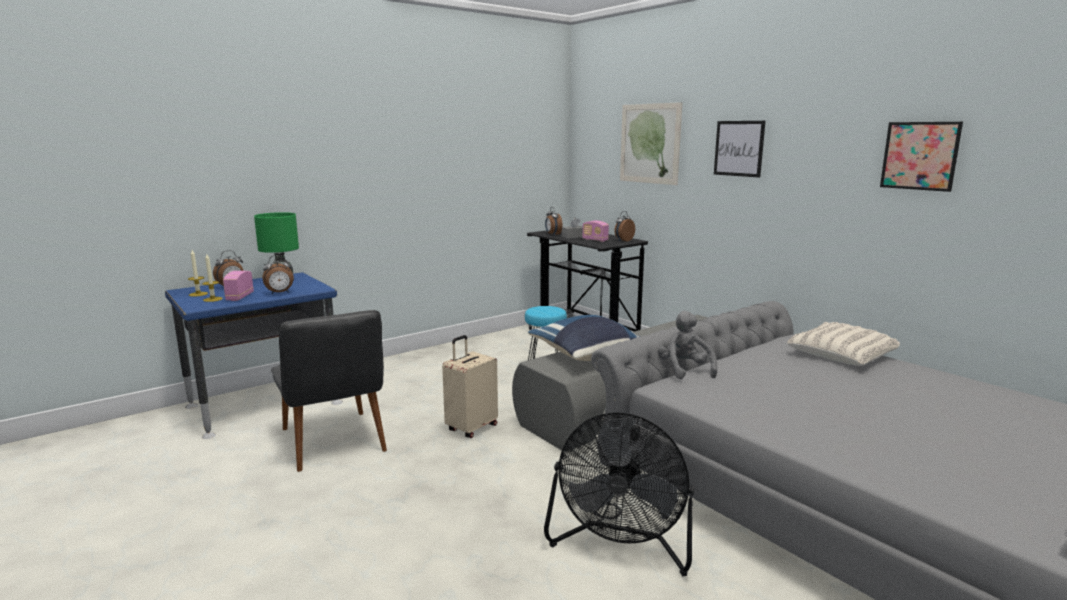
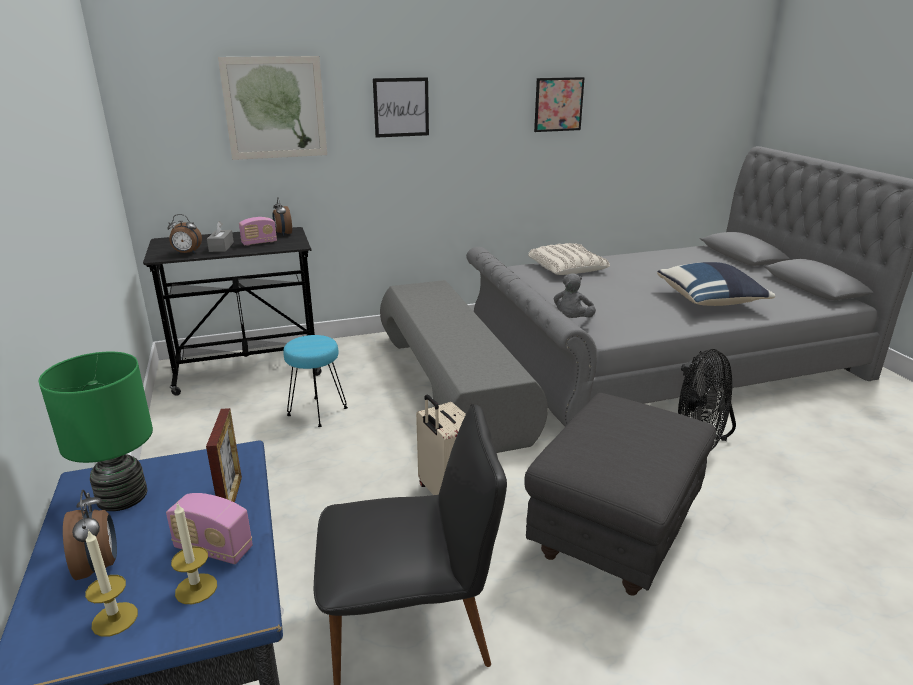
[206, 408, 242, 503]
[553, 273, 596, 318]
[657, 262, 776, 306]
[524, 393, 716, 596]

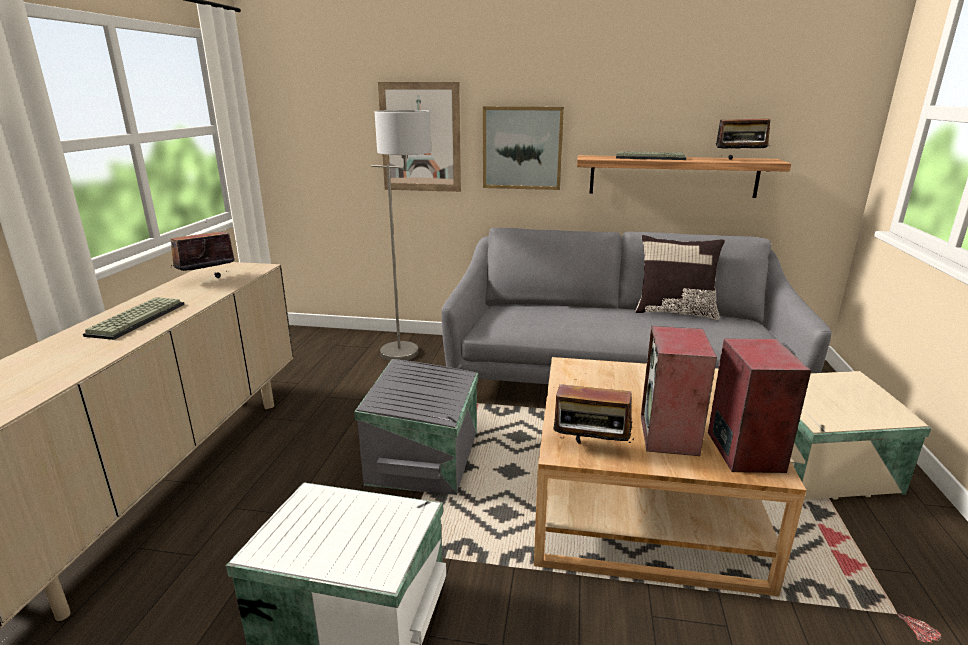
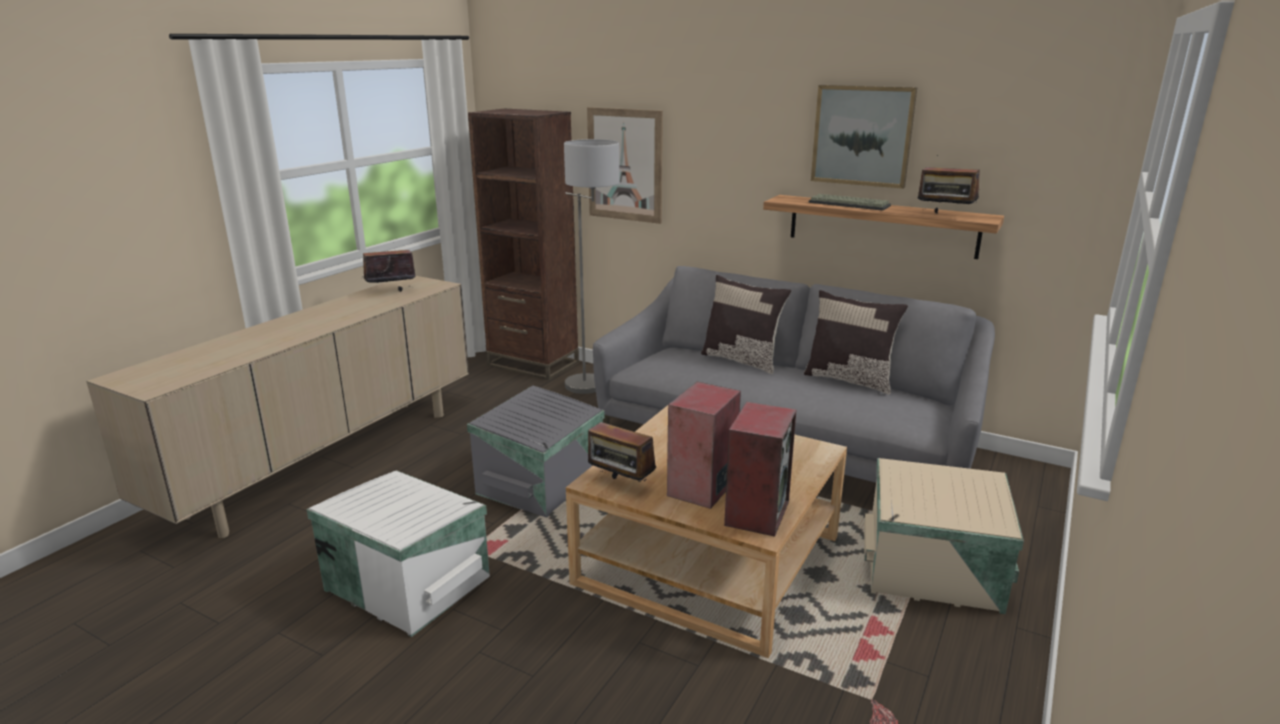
[811, 85, 917, 189]
[83, 297, 185, 340] (first image)
[468, 109, 579, 380]
[701, 275, 791, 374]

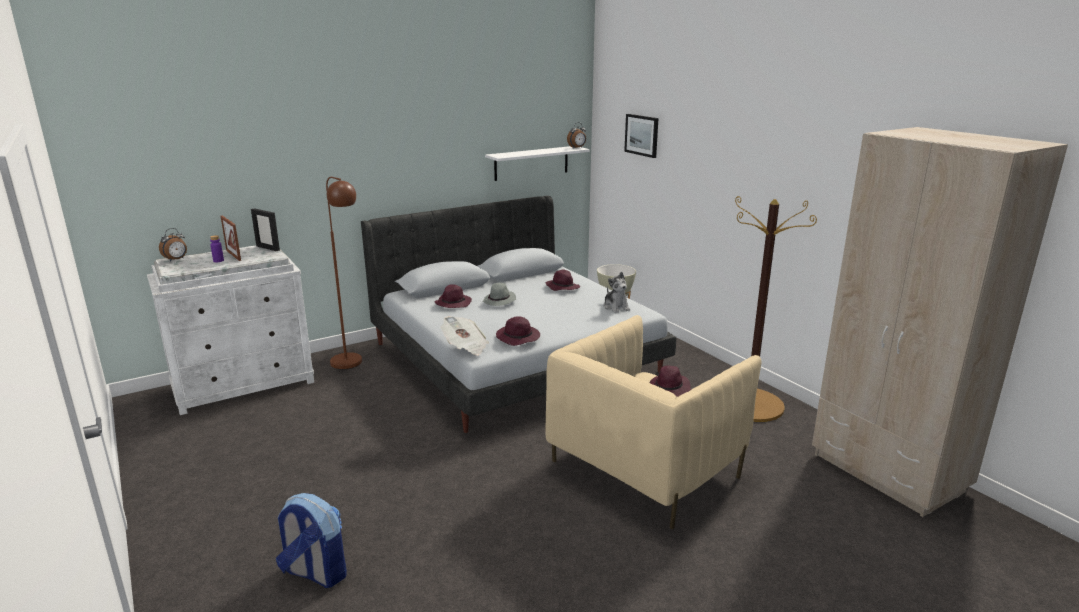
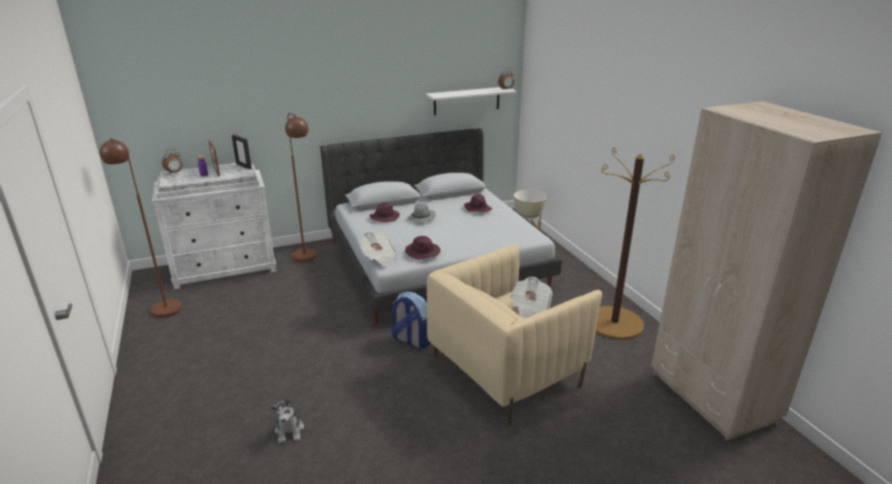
[624, 114, 659, 158] (first image)
[269, 398, 304, 443]
[511, 277, 553, 319]
[391, 292, 431, 350]
[99, 138, 182, 318]

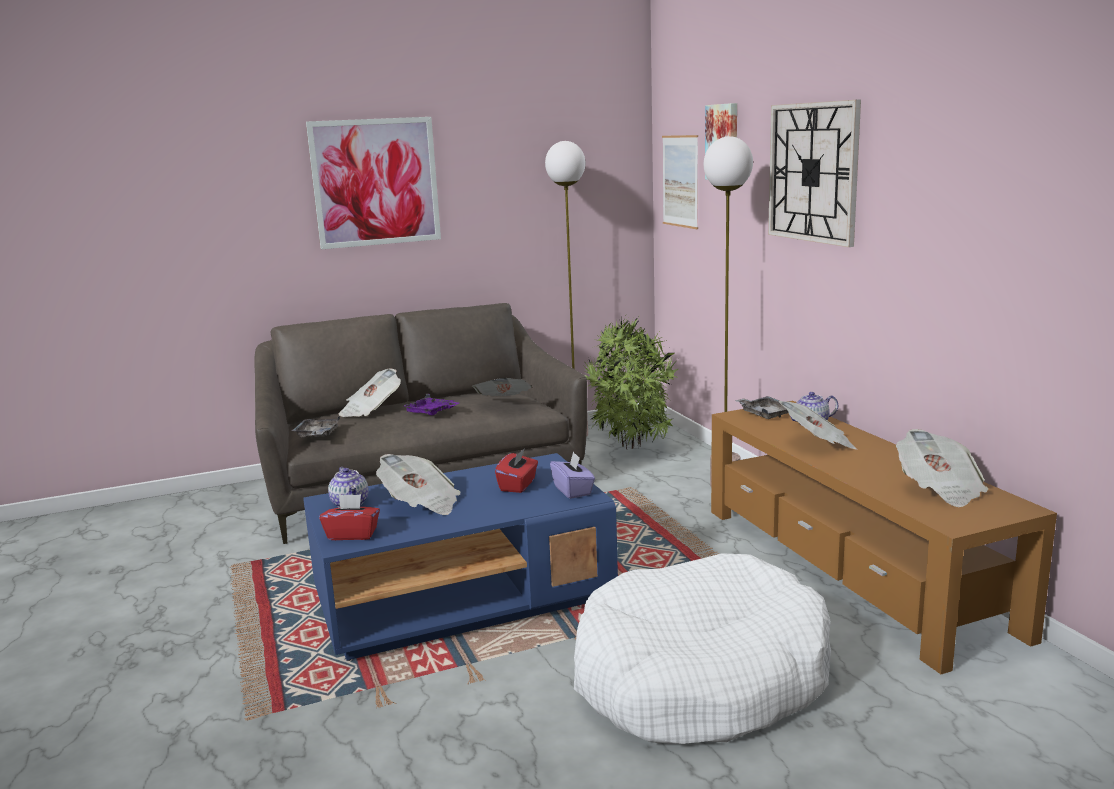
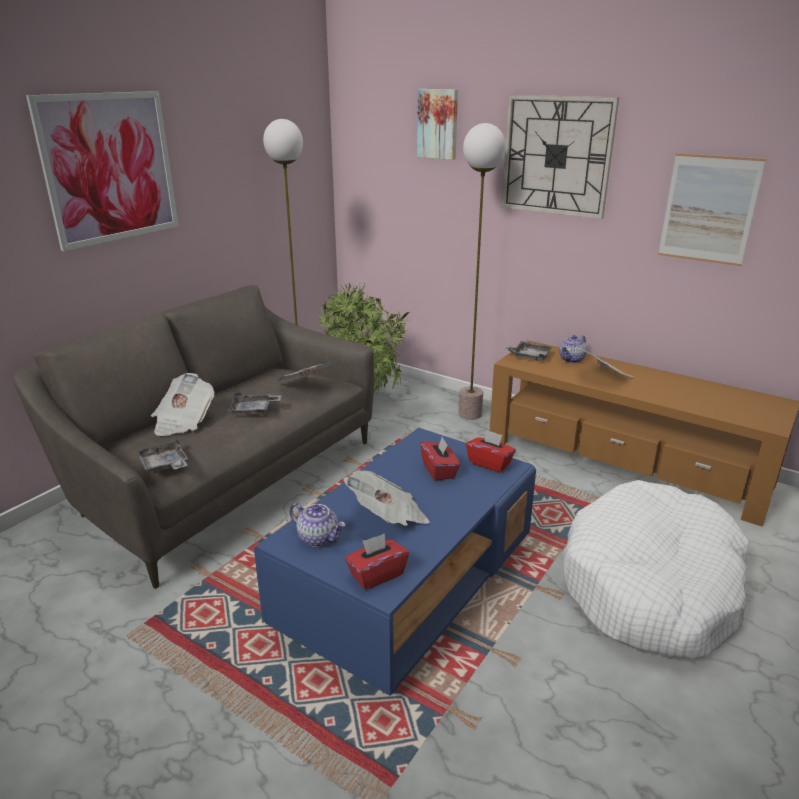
[658, 153, 766, 266]
[228, 392, 282, 415]
[896, 429, 989, 507] (first image)
[466, 430, 516, 473]

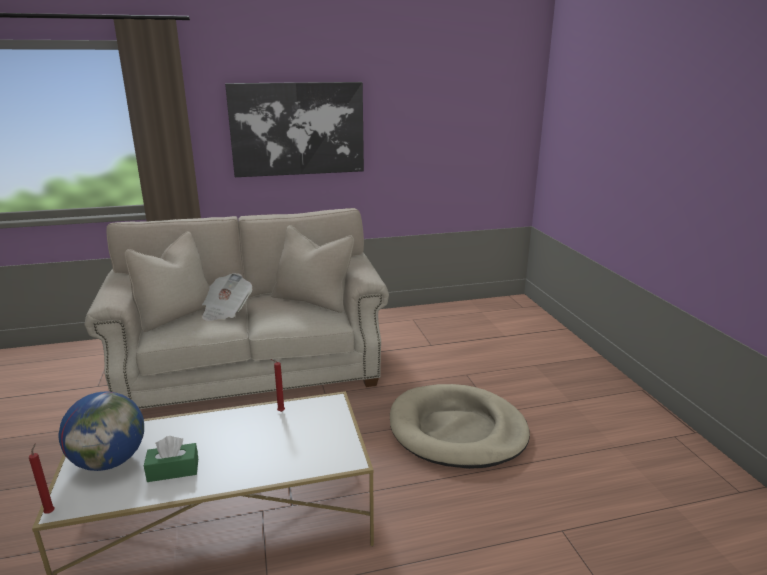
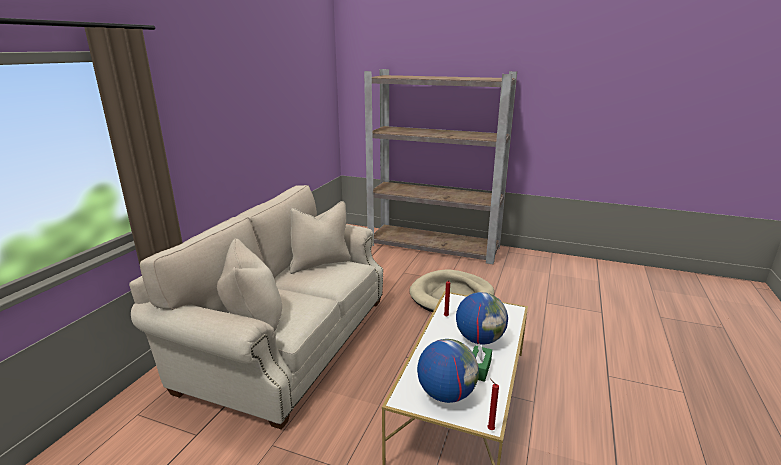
[225, 82, 364, 177] (first image)
[202, 273, 252, 321] (first image)
[364, 69, 517, 264]
[456, 292, 508, 344]

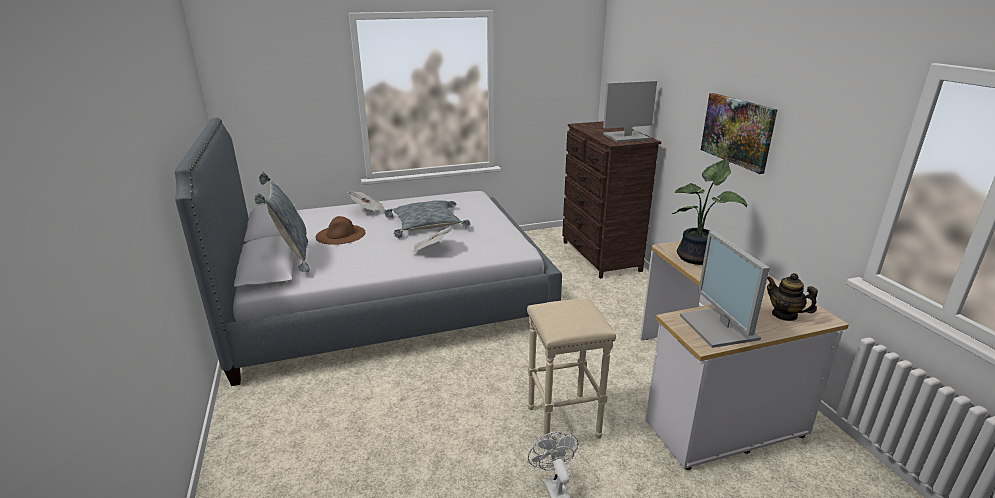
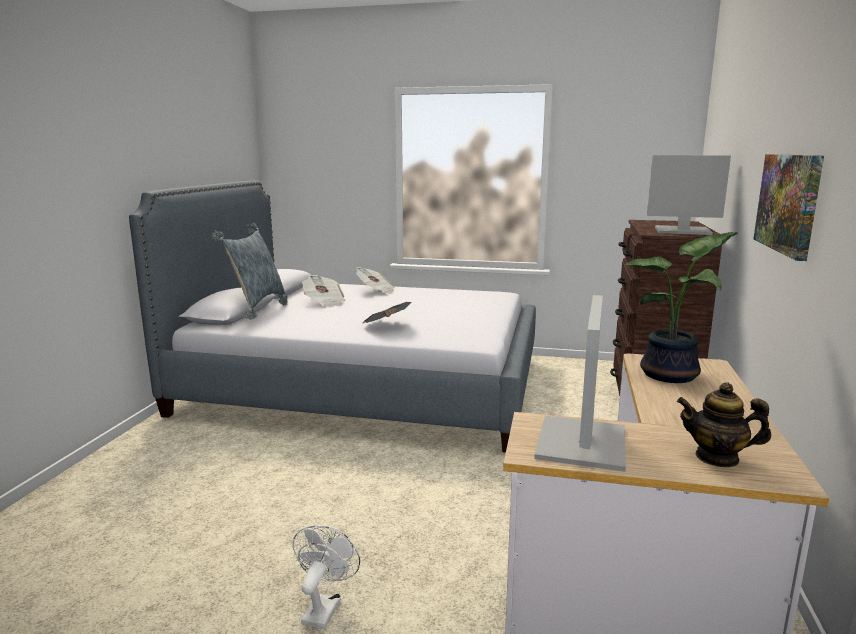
[384, 201, 470, 238] (first image)
[302, 275, 345, 308]
[677, 382, 771, 467]
[527, 298, 616, 439] (first image)

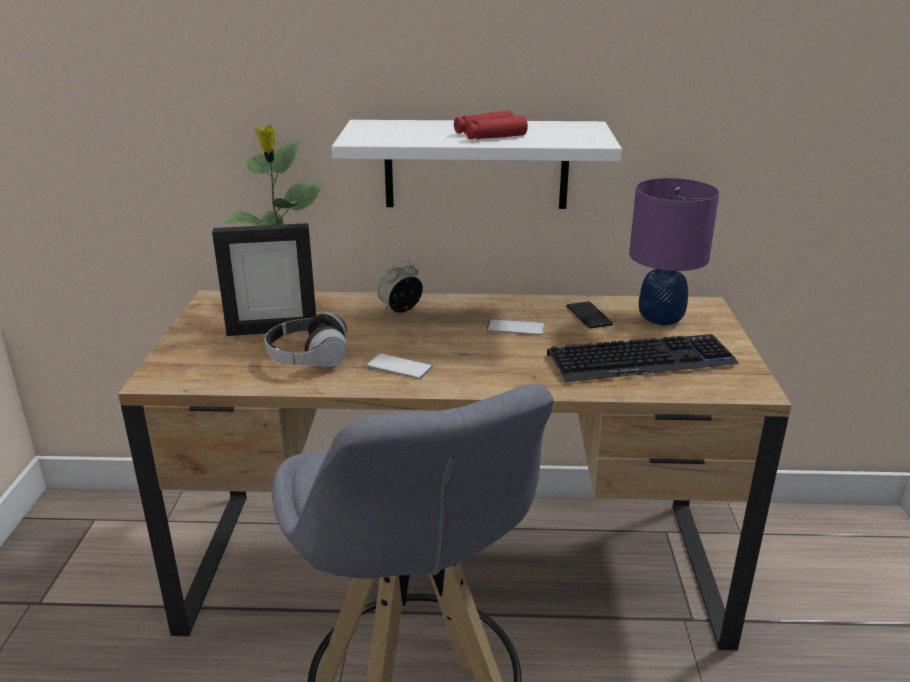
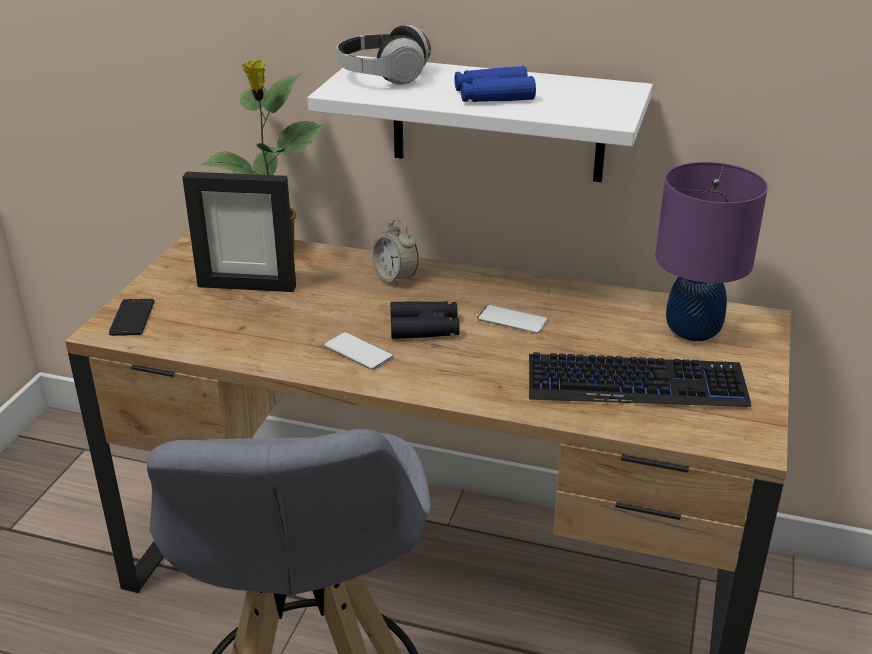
[455, 66, 536, 102]
[372, 219, 419, 286]
[109, 299, 155, 336]
[337, 25, 431, 85]
[390, 301, 460, 339]

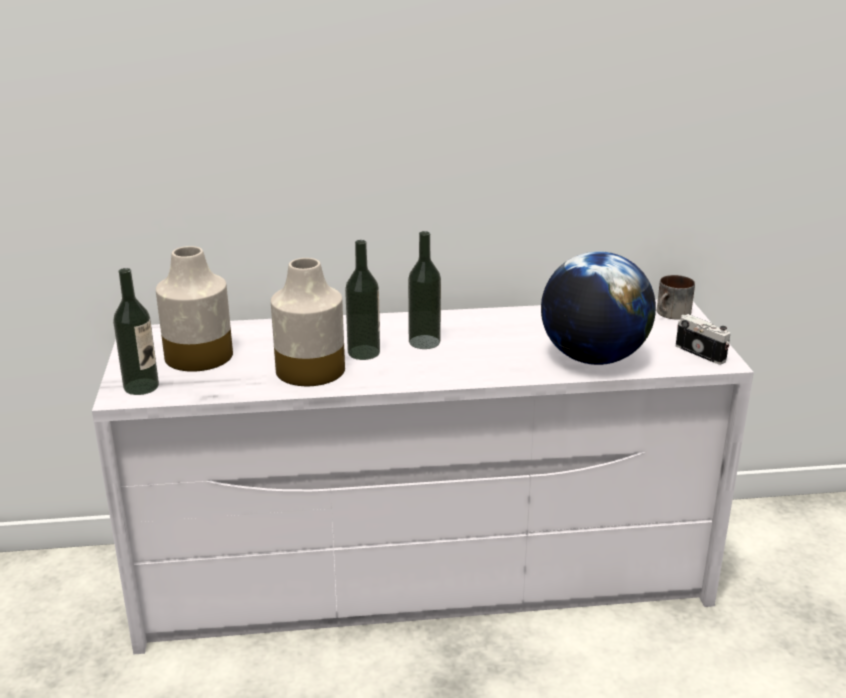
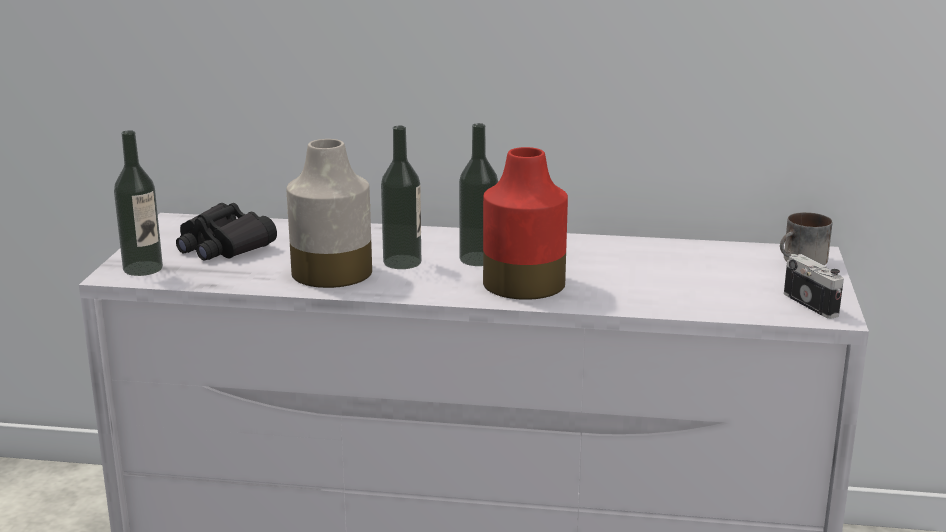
[176, 203, 277, 261]
[541, 251, 656, 365] (first image)
[483, 147, 568, 300]

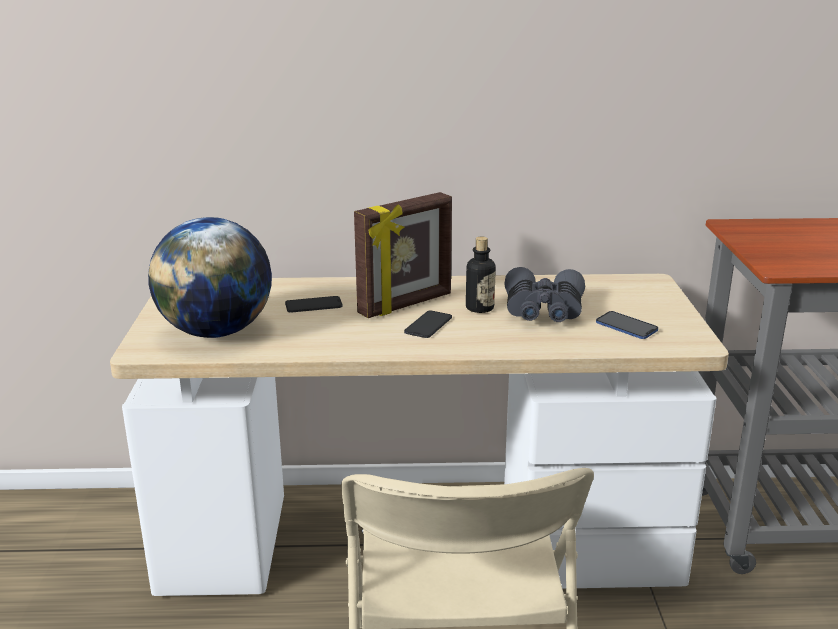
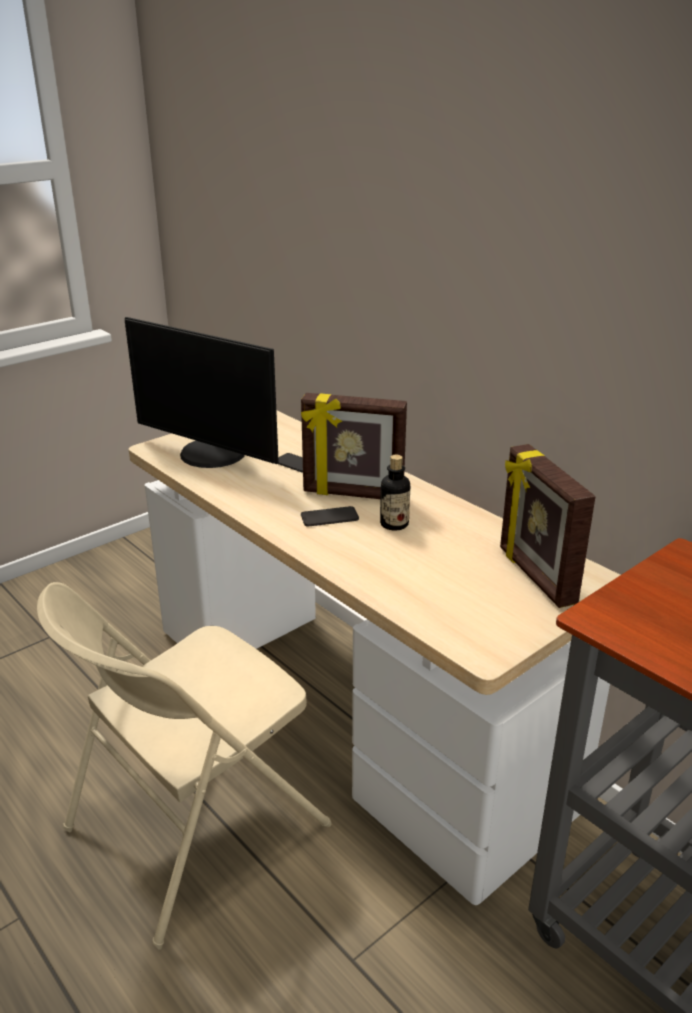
[125, 317, 279, 468]
[504, 267, 585, 322] (first image)
[596, 311, 658, 339] (first image)
[500, 444, 595, 608]

